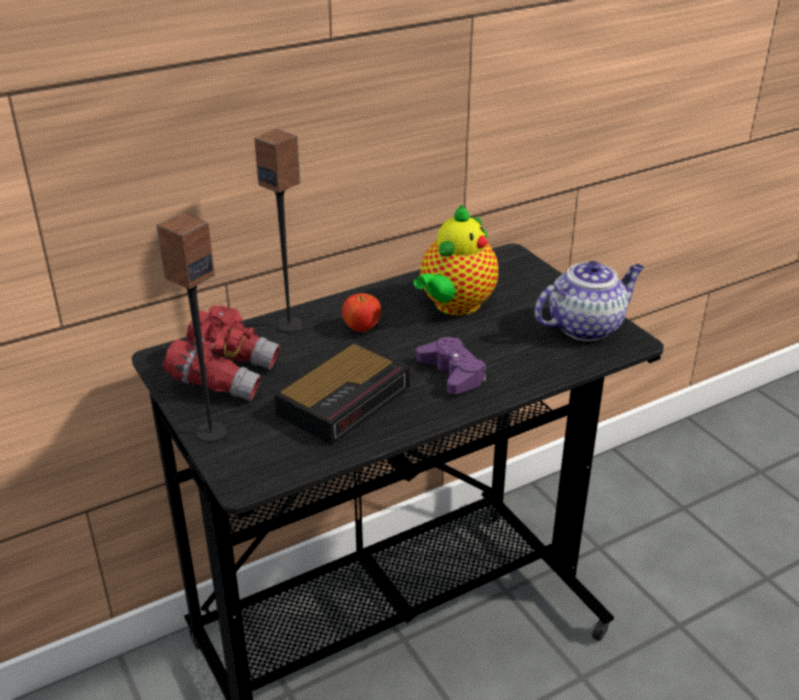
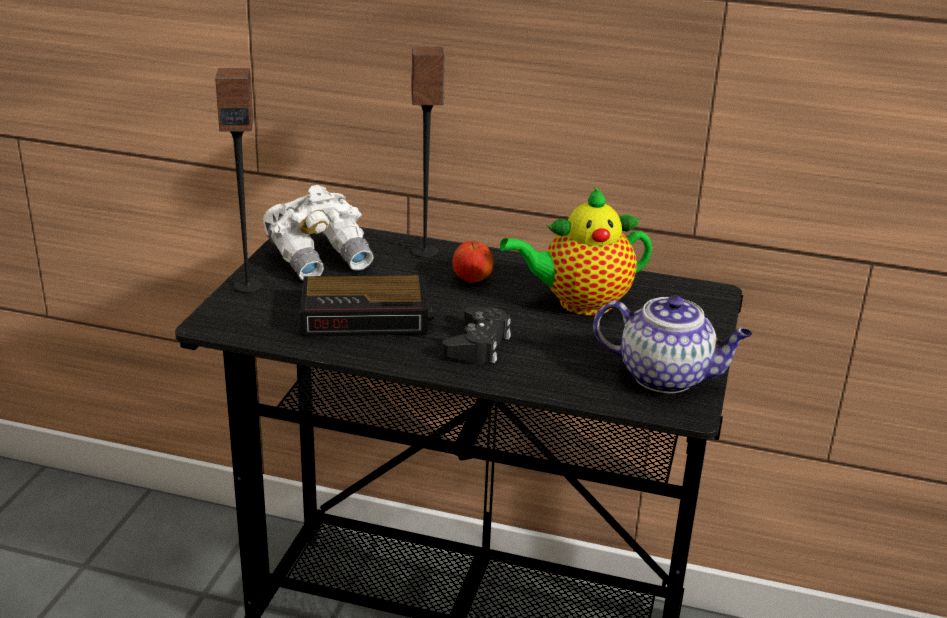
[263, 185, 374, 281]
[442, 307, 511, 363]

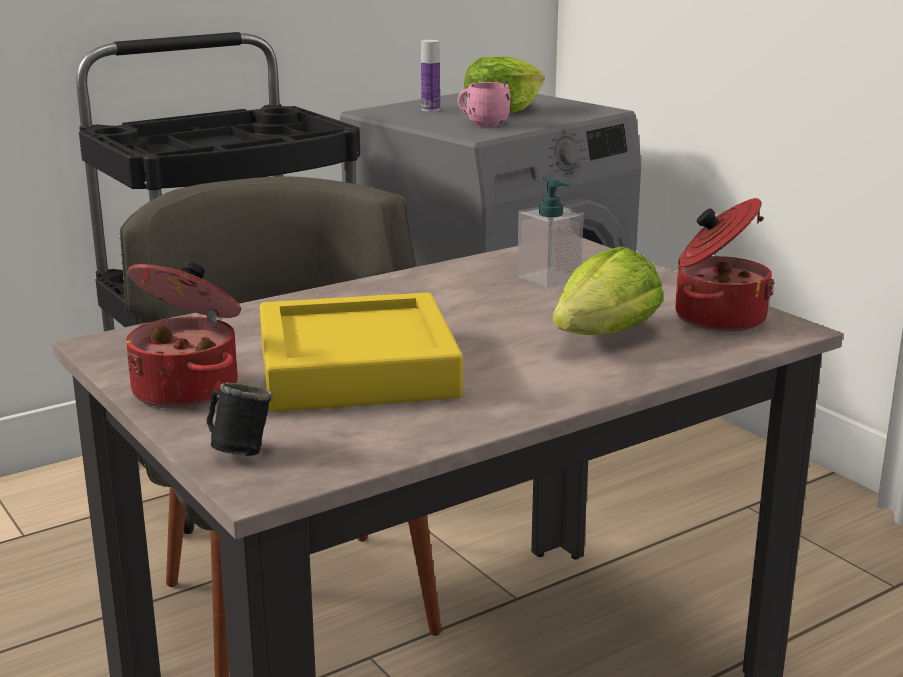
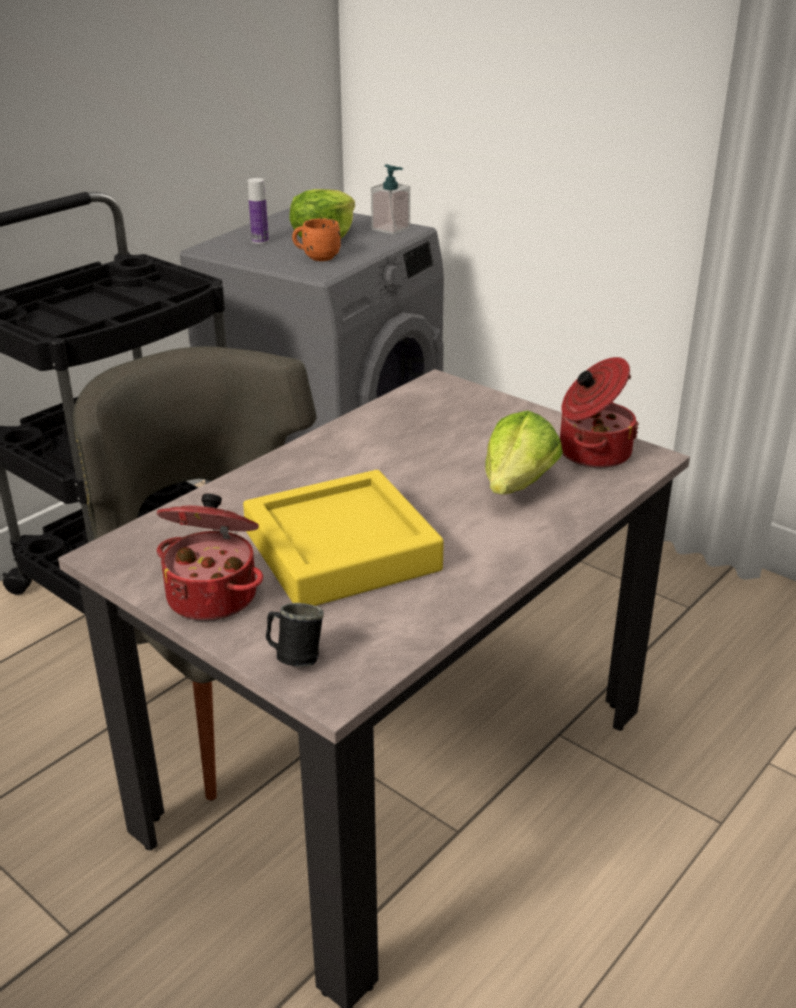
[292, 218, 341, 261]
[371, 164, 410, 235]

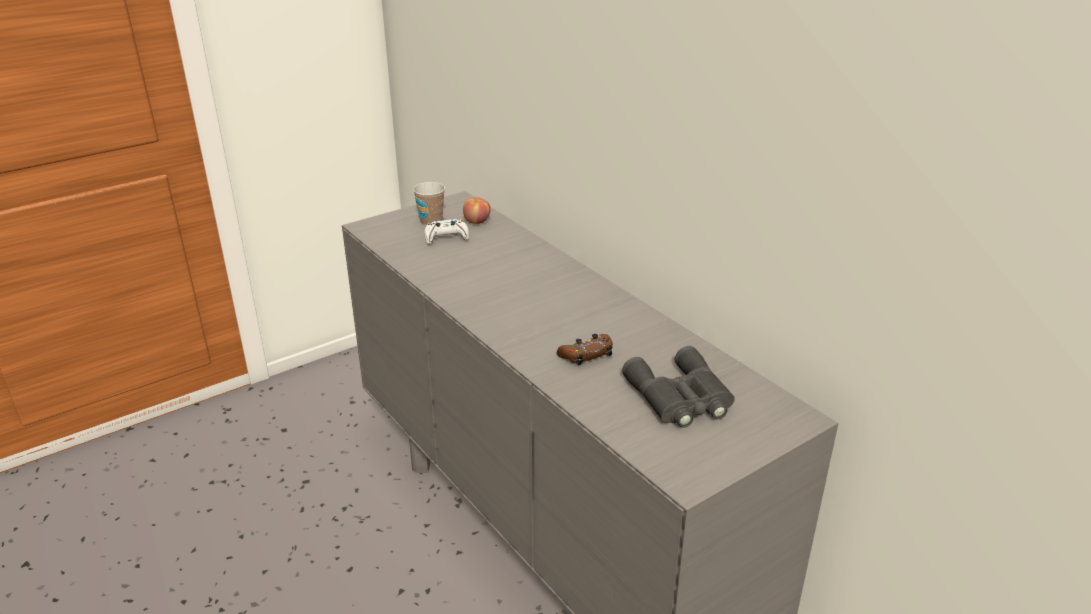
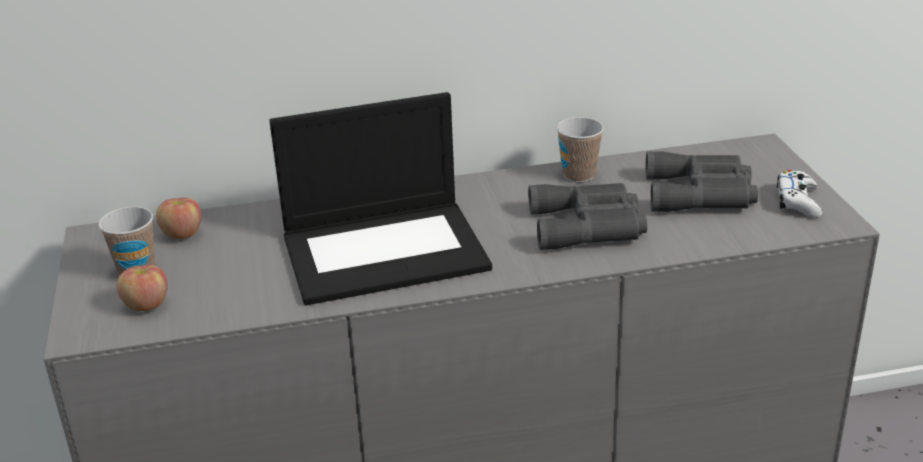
[777, 170, 823, 218]
[528, 183, 647, 250]
[269, 92, 492, 305]
[556, 117, 604, 182]
[117, 265, 168, 311]

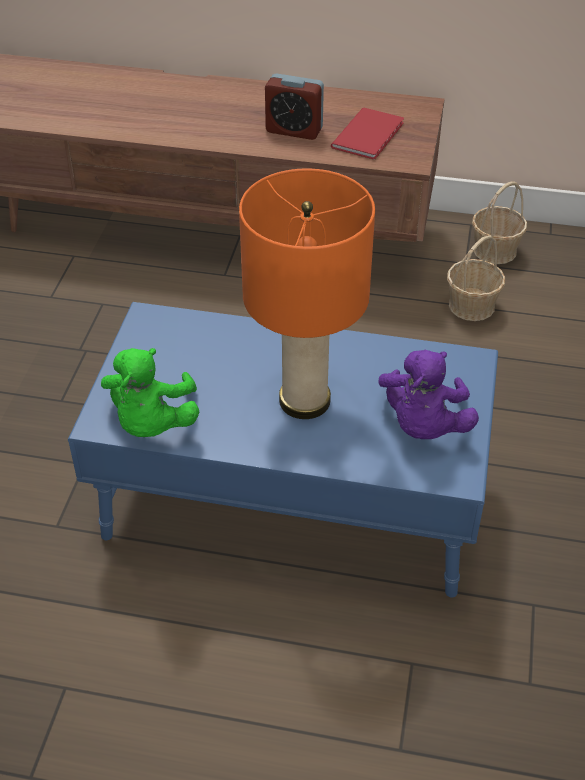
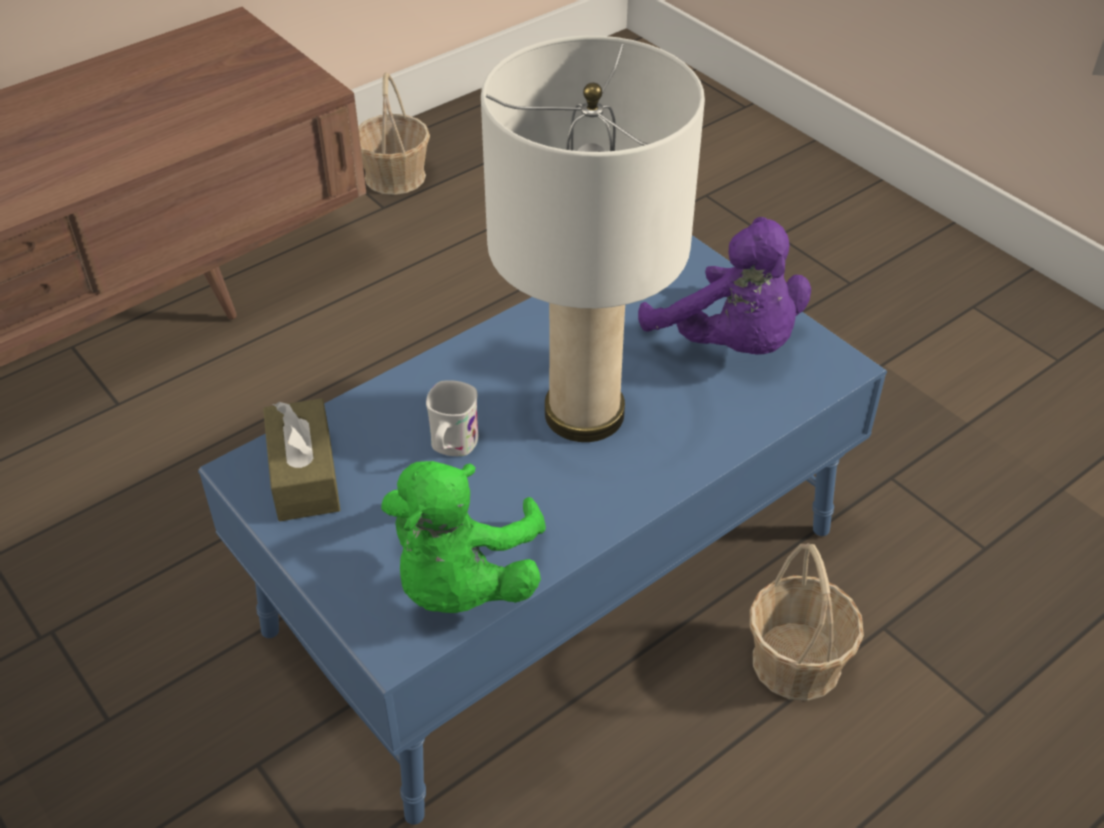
[265, 73, 324, 140] (first image)
[331, 108, 404, 159] (first image)
[481, 36, 705, 442]
[750, 543, 864, 701]
[381, 461, 546, 613]
[426, 380, 478, 456]
[263, 398, 340, 521]

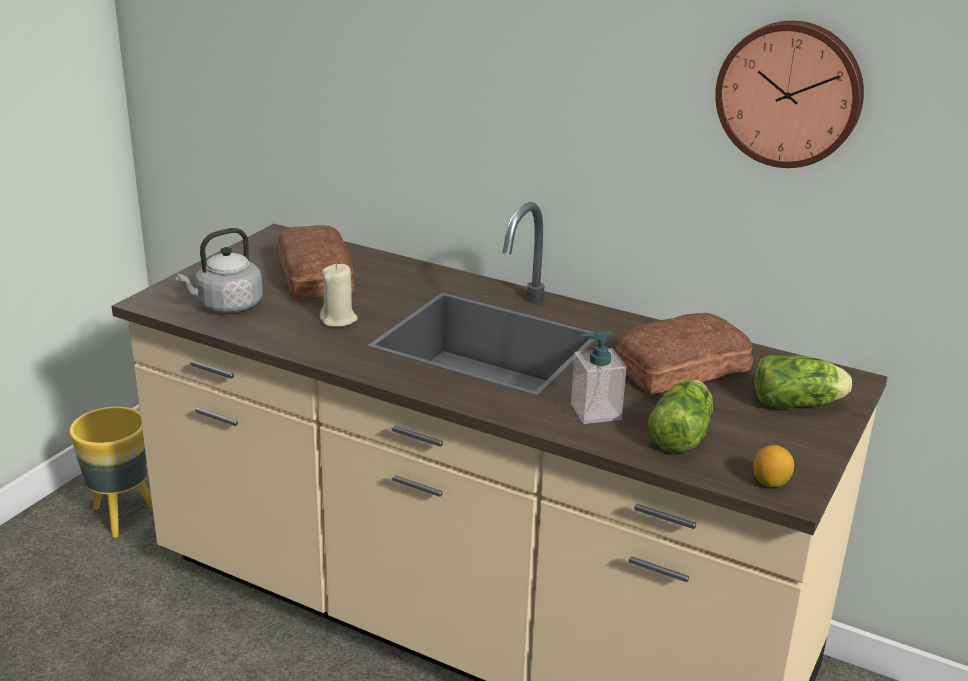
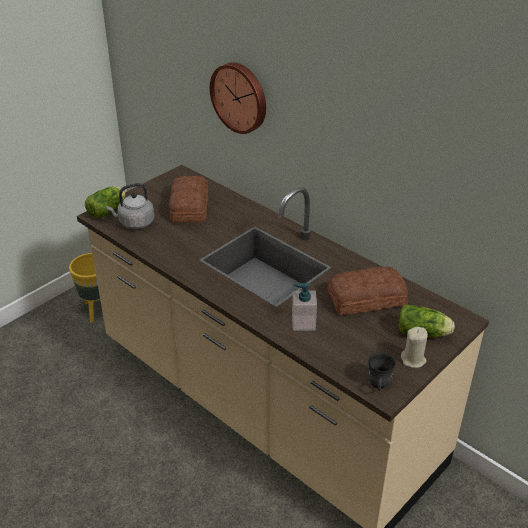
[210, 62, 266, 134]
[401, 327, 428, 368]
[85, 187, 126, 218]
[368, 352, 396, 391]

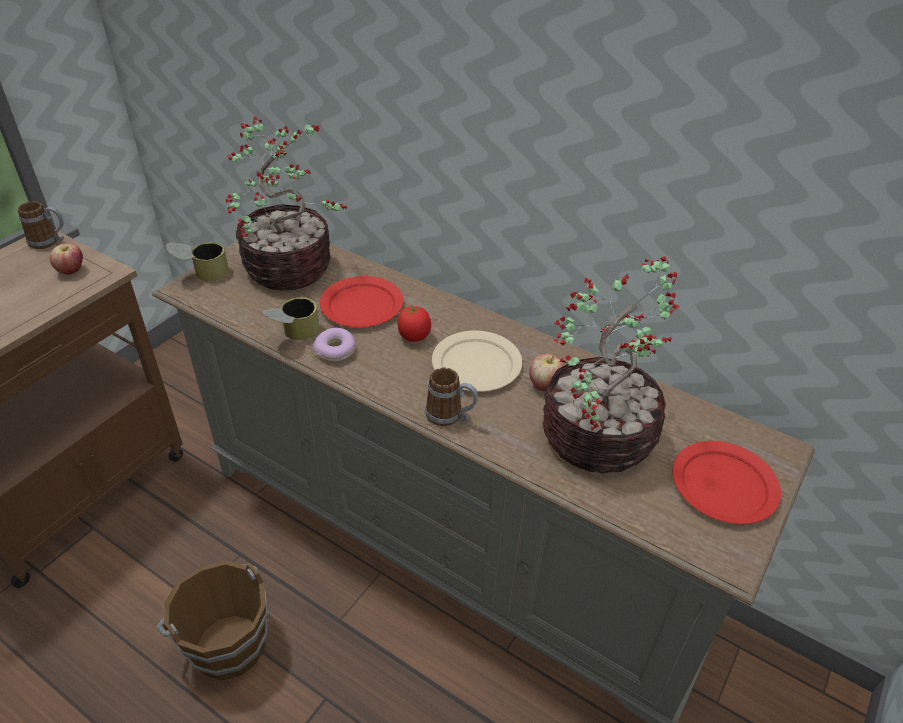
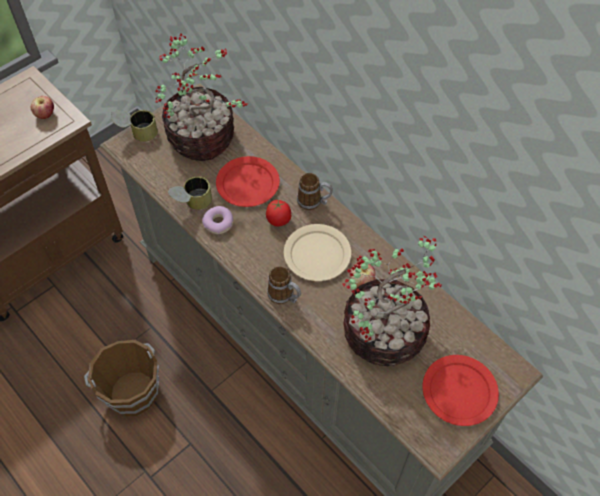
[297, 173, 333, 210]

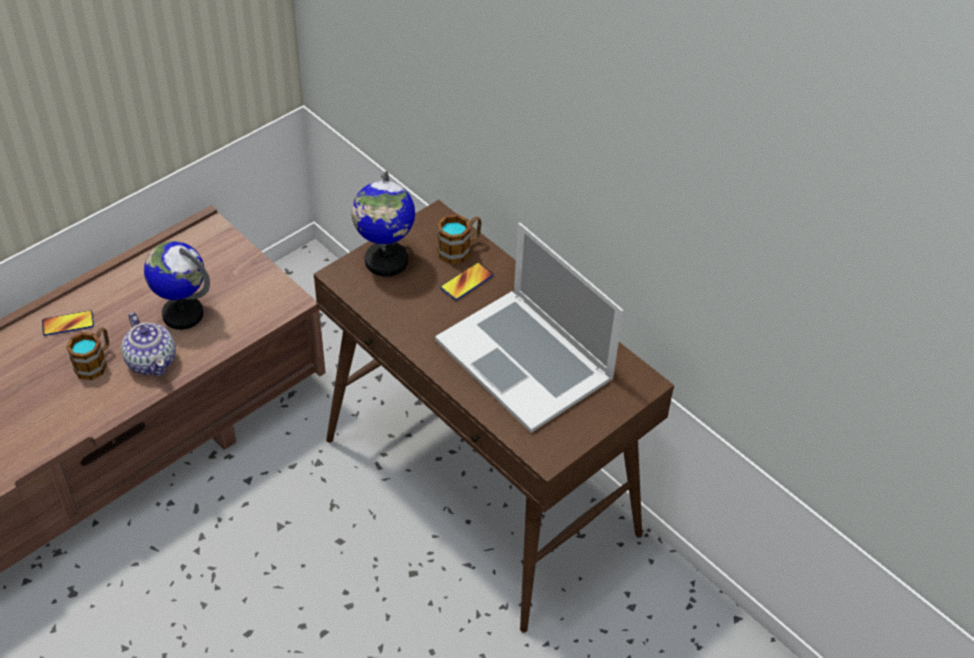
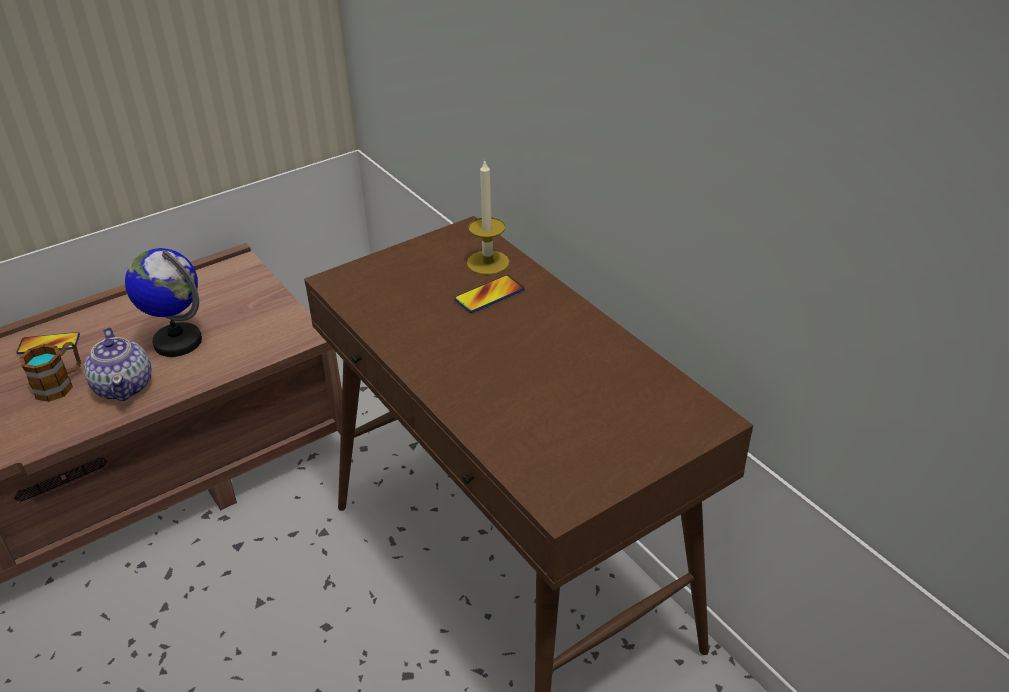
[352, 171, 415, 277] (first image)
[467, 159, 509, 275]
[435, 223, 624, 433] (first image)

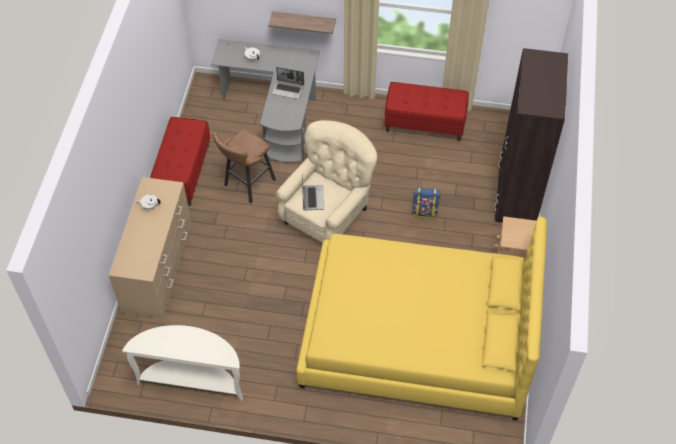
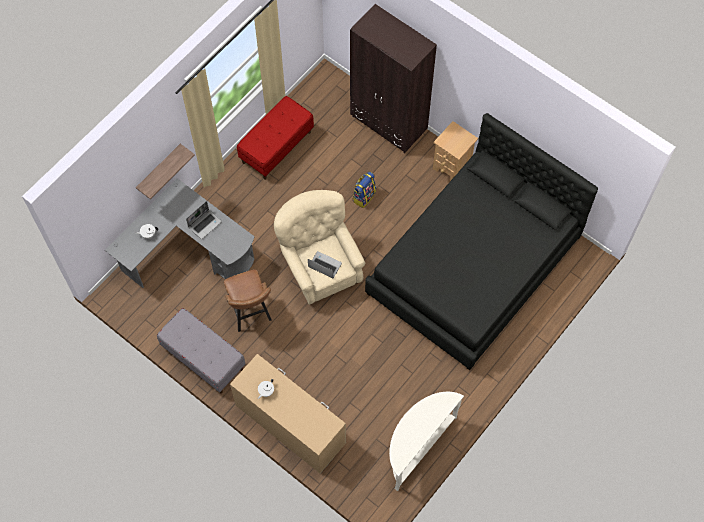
[157, 308, 245, 393]
[365, 113, 598, 371]

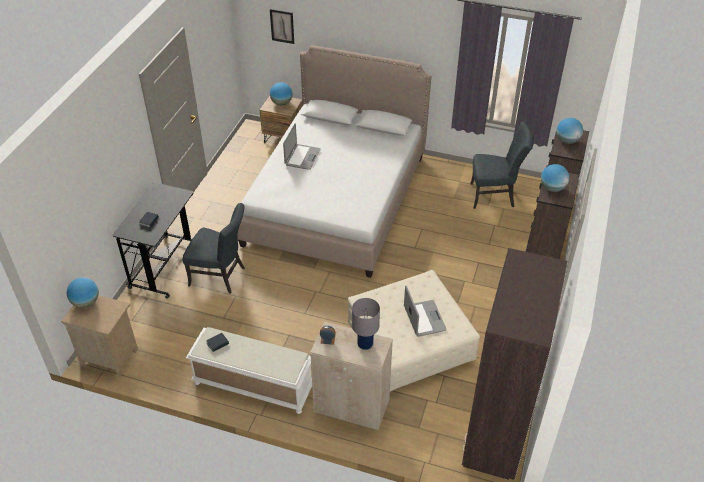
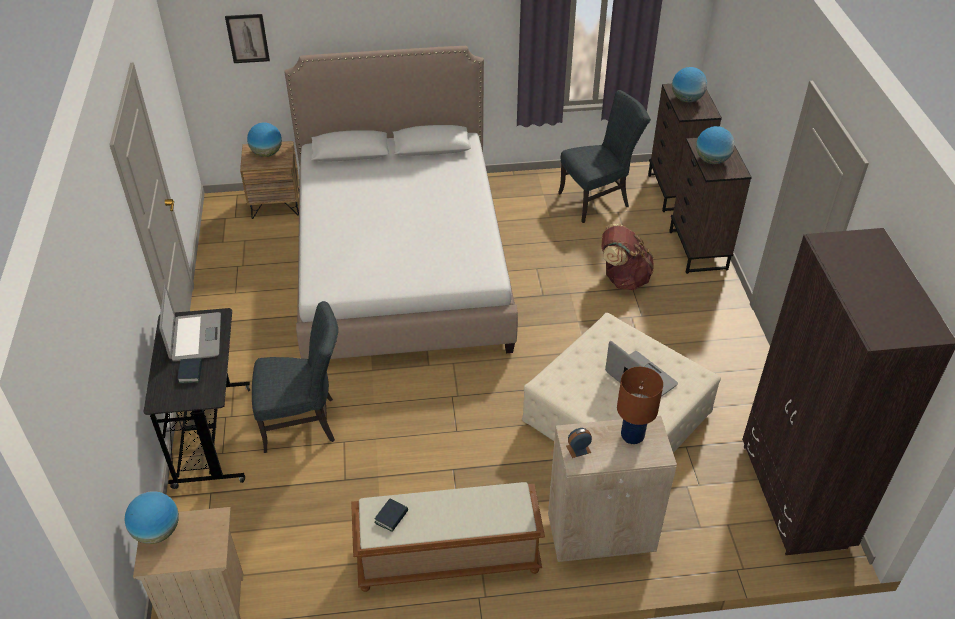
[159, 285, 221, 361]
[617, 367, 663, 444]
[351, 482, 545, 592]
[602, 224, 654, 290]

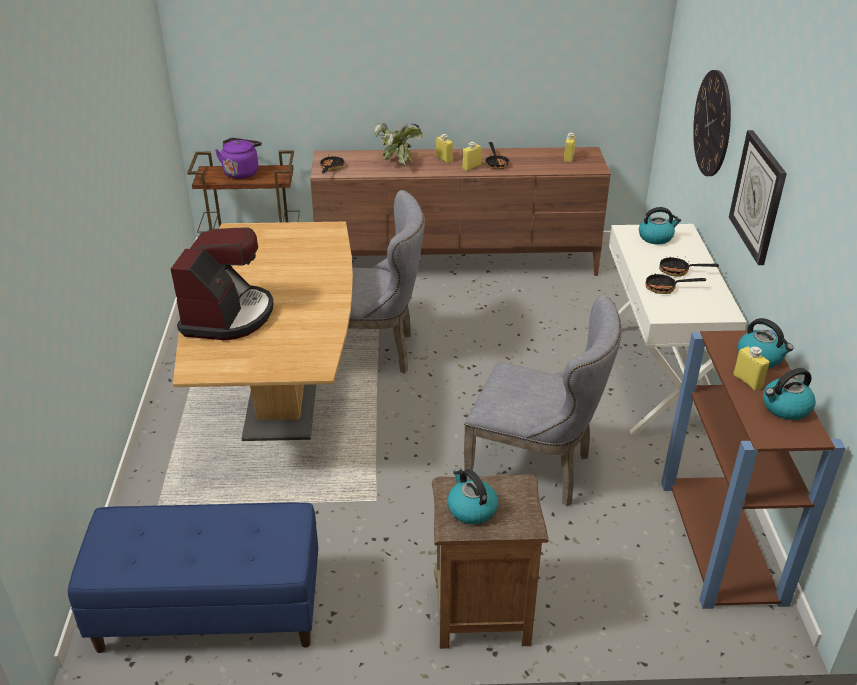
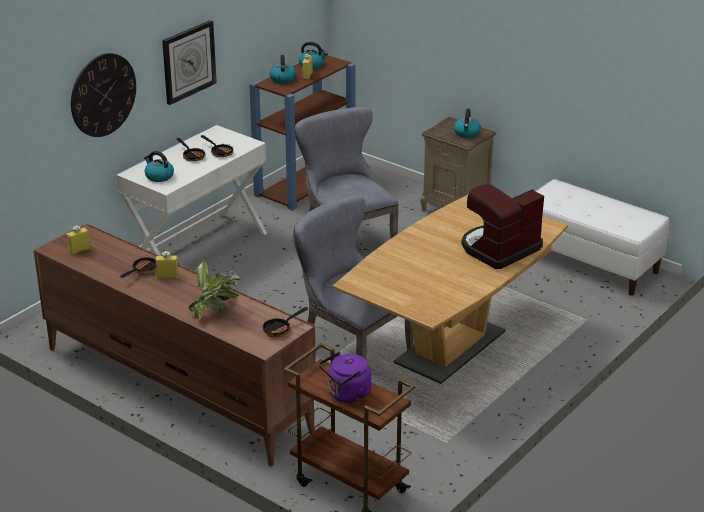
[436, 134, 453, 163] (first image)
[536, 179, 670, 295]

